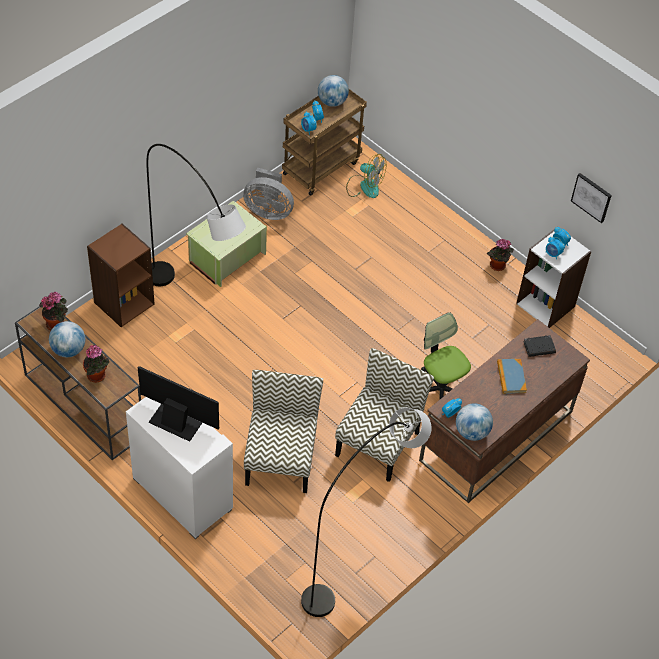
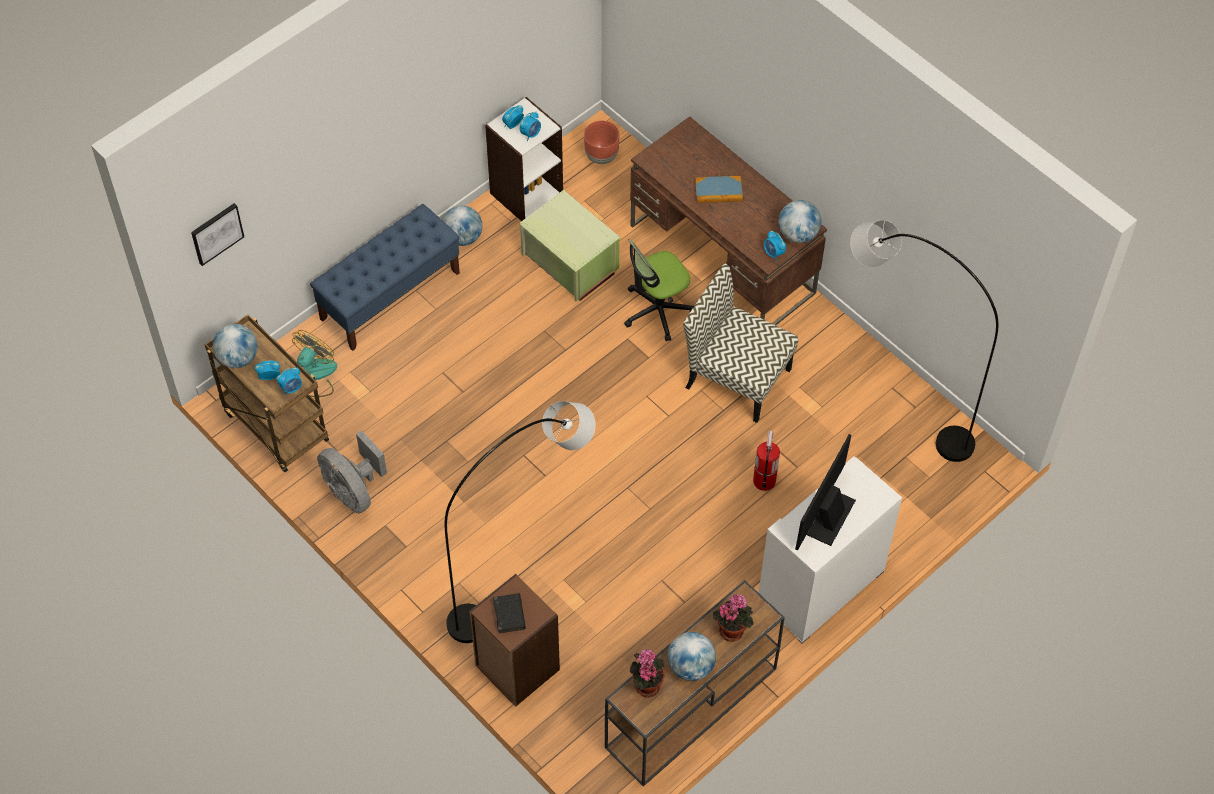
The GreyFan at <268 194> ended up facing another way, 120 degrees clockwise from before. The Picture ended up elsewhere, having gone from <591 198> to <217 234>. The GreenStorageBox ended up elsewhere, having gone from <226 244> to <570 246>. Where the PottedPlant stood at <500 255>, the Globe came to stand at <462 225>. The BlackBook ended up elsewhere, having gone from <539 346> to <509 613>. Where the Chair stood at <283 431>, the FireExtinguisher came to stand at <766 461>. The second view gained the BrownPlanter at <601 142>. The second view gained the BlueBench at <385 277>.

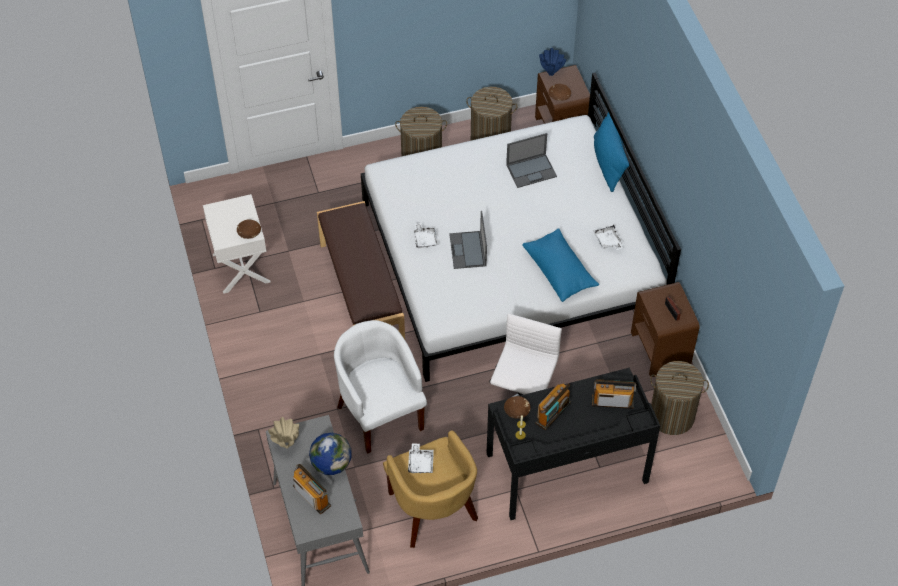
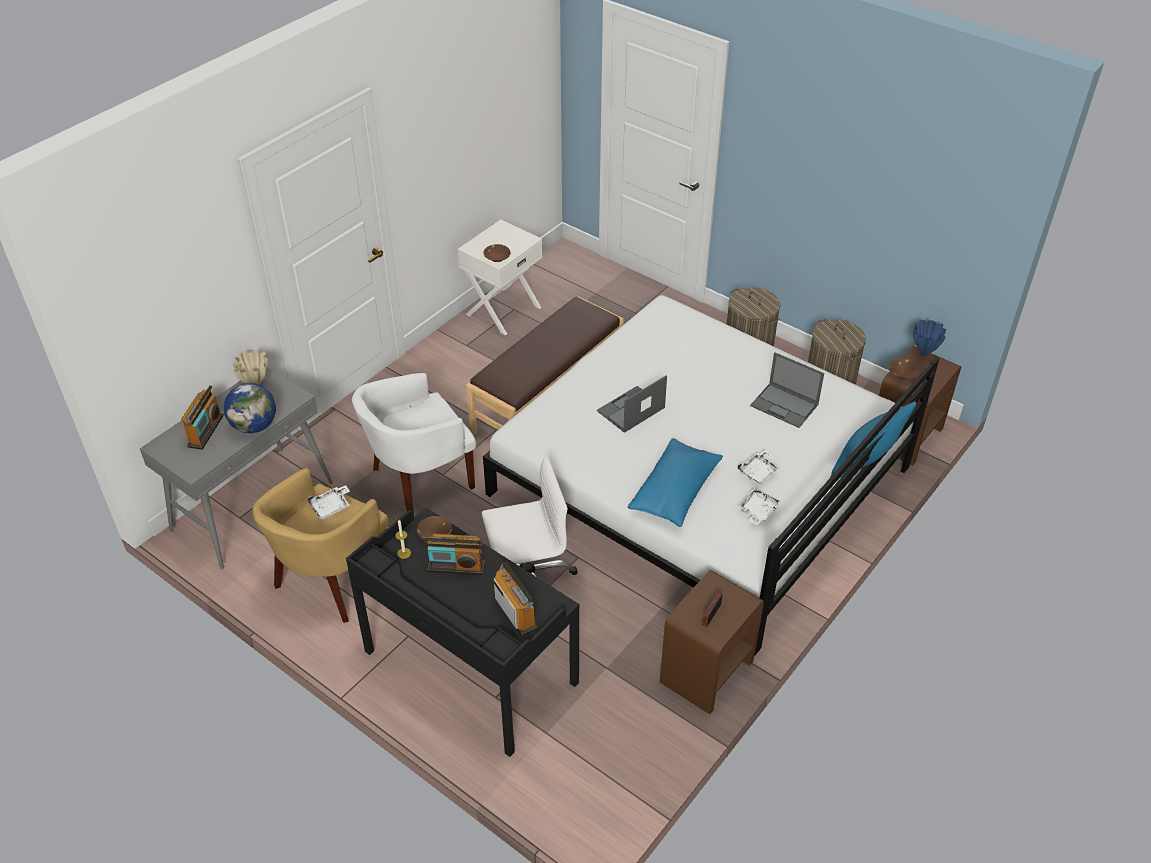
The WhiteTray ended up elsewhere, having gone from <425 235> to <759 467>. The WhiteArmchair at <380 386> ended up facing another way, 150 degrees counterclockwise from before. The second view lost the LaundryBasket at <679 398>.

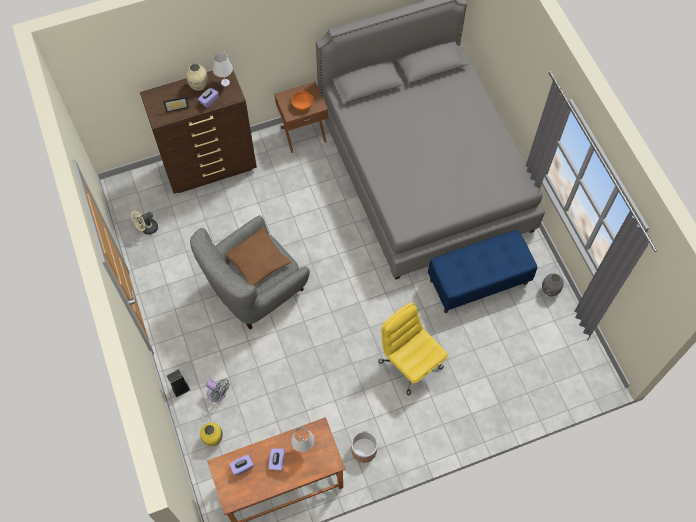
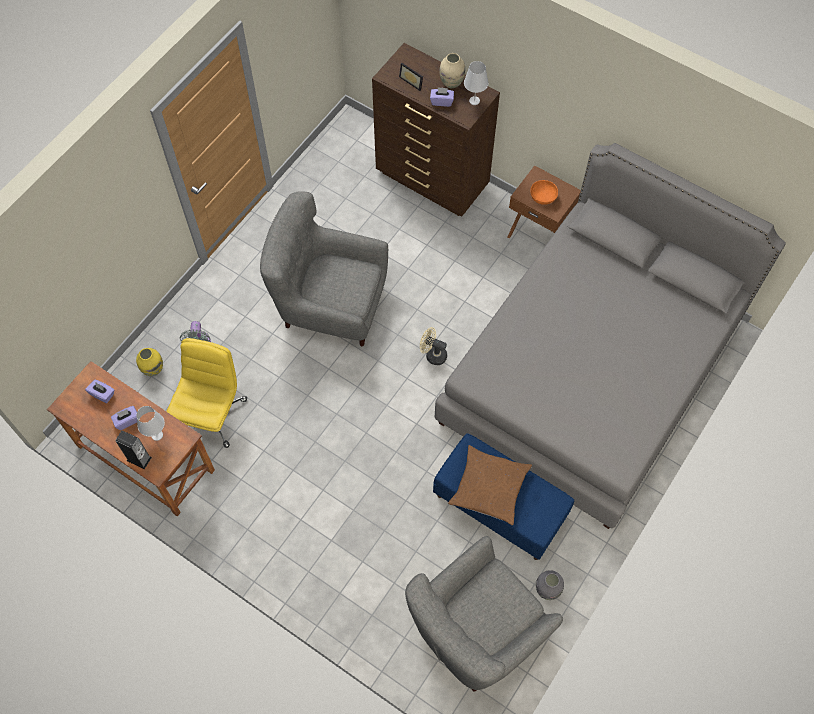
The BeigeFan ended up elsewhere, having gone from <144 223> to <433 346>. The BrownPillow ended up elsewhere, having gone from <259 255> to <490 485>. The YellowOfficeChair ended up elsewhere, having gone from <413 348> to <206 393>. The Speaker ended up elsewhere, having gone from <178 383> to <134 449>. The second view lost the Planter at <364 447>. The second view gained the GreyArmchair at <484 613>.

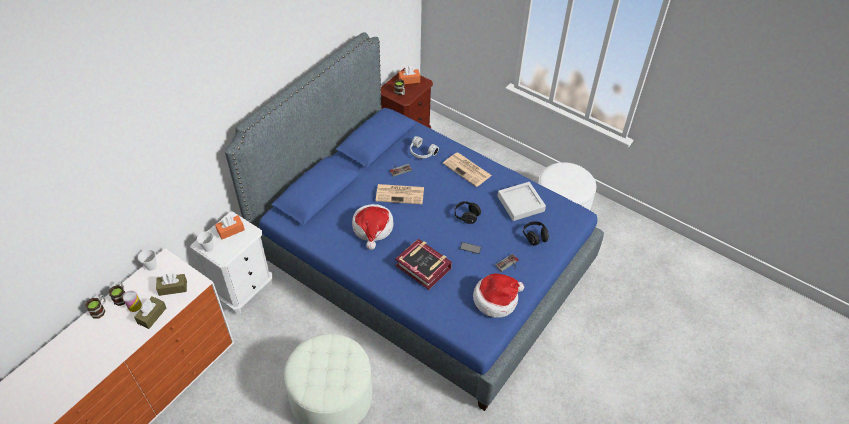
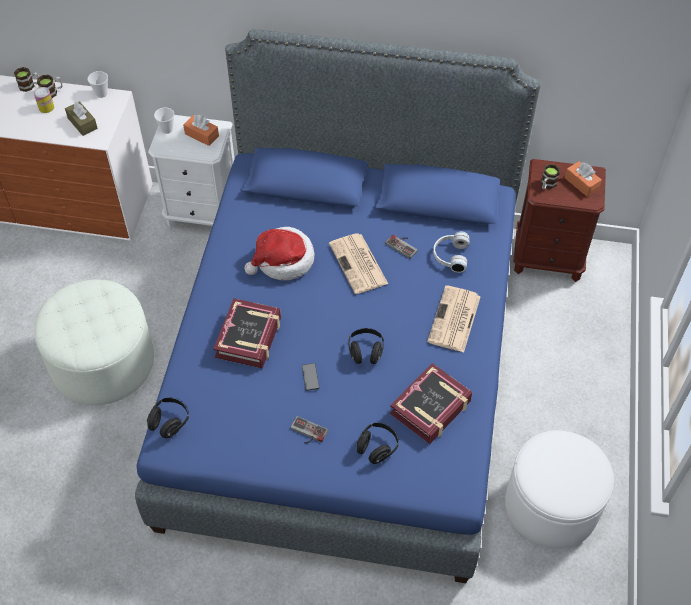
Where the GreyTray stood at <522 201>, the Book came to stand at <431 403>. The second view lost the Hat at <498 296>. The second view lost the BrownTissueBox at <150 312>. The second view gained the BlackHeadphones at <168 418>.

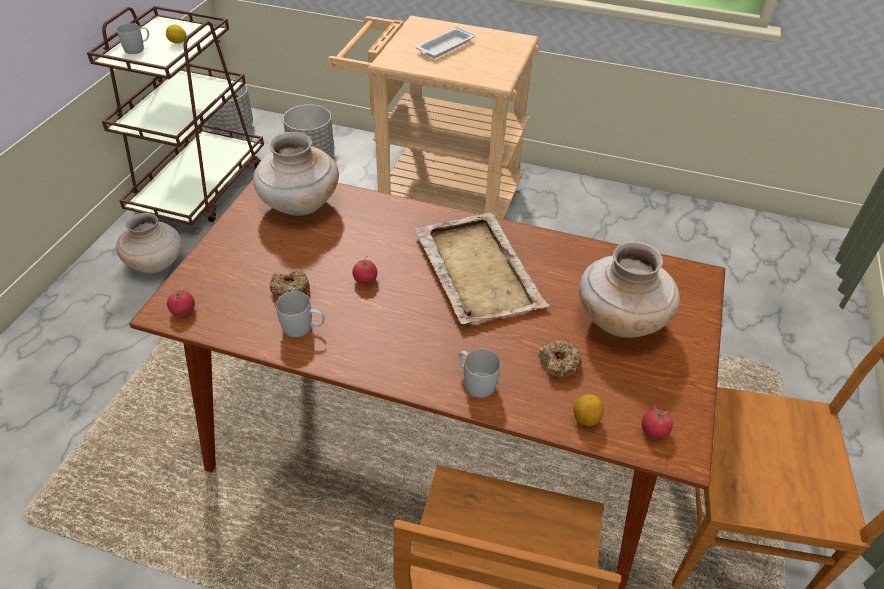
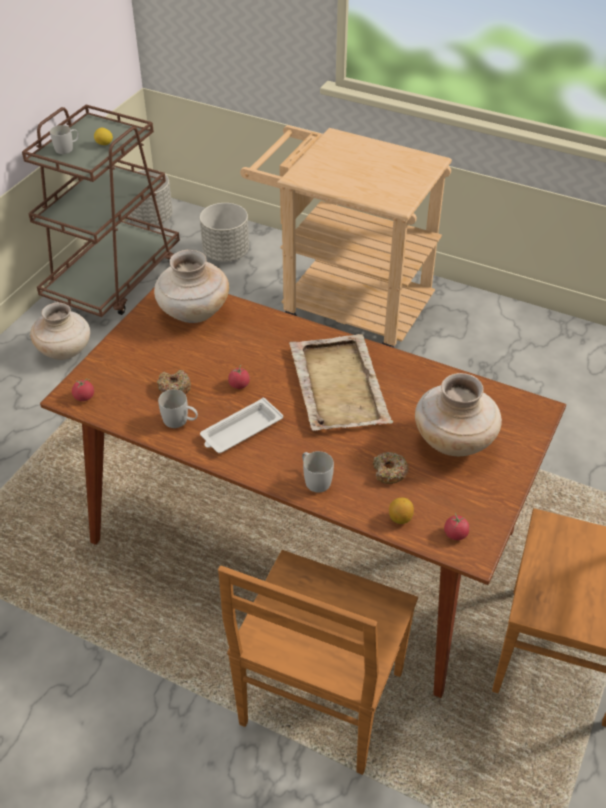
The WhiteTray ended up elsewhere, having gone from <445 42> to <241 425>.

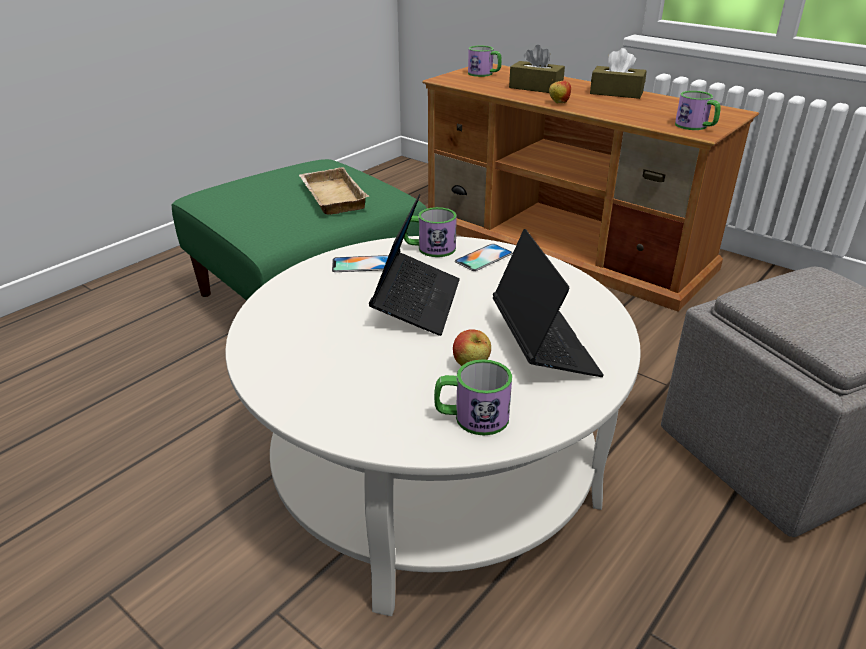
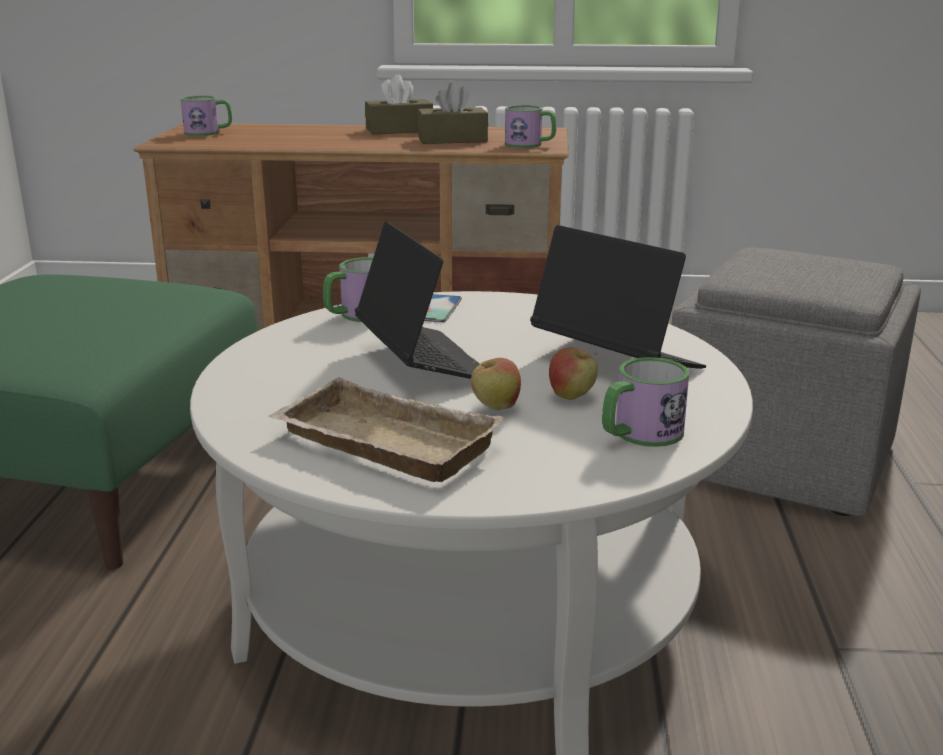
The BrownTissueBox ended up elsewhere, having gone from <537 69> to <453 113>. The Apple ended up elsewhere, having gone from <560 91> to <496 384>. The BeigeTray ended up elsewhere, having gone from <334 191> to <387 429>. The second view lost the Phone at <360 263>.

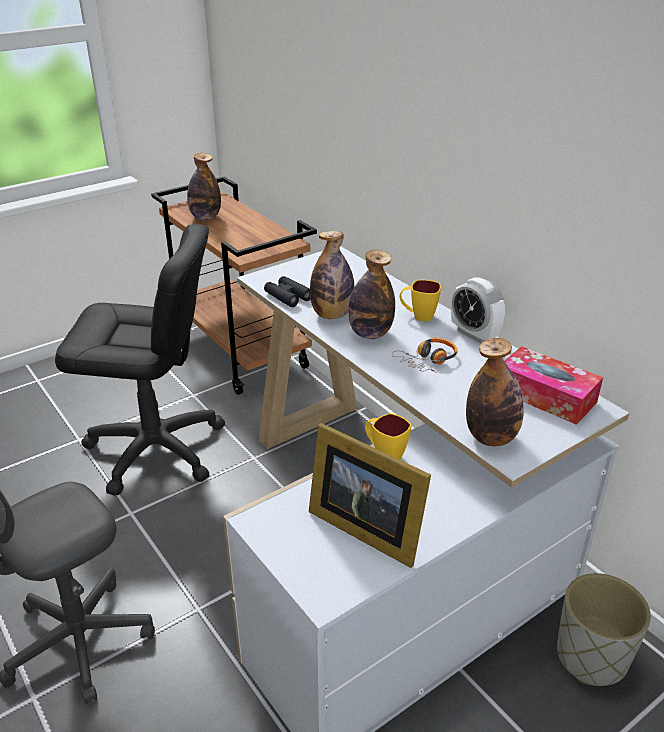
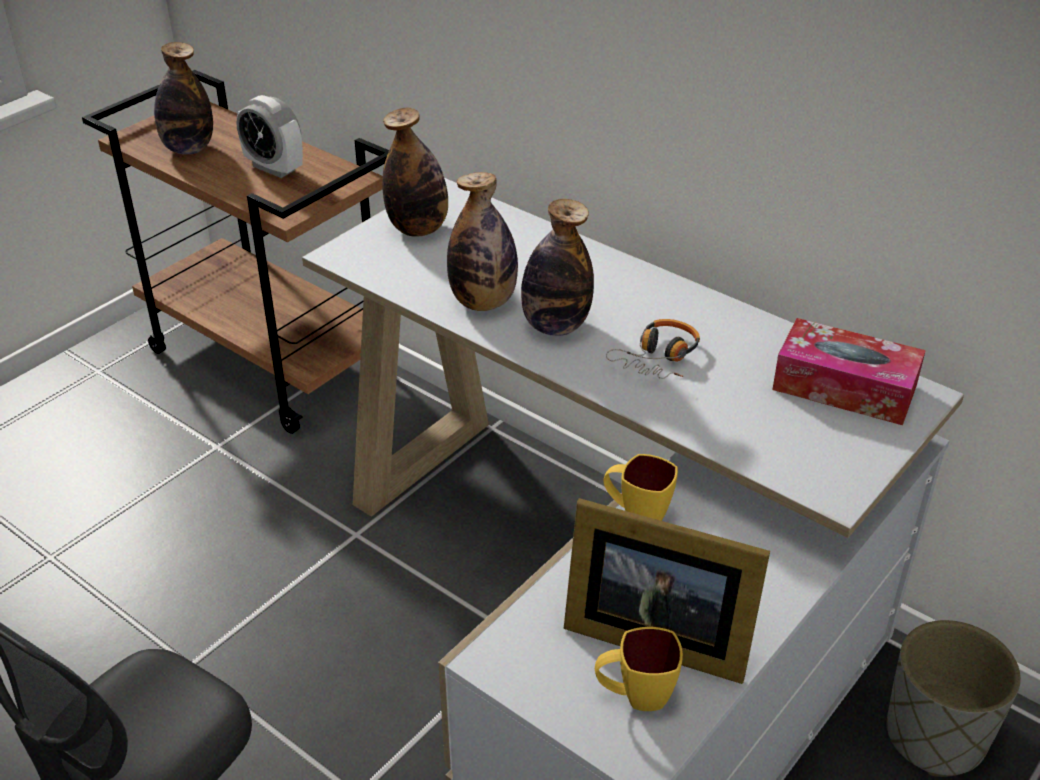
The second view lost the BlackOfficeChair at <140 360>. The second view lost the BlackBinoculars at <287 291>. The AlarmClock ended up elsewhere, having gone from <478 310> to <269 136>. The YellowMug ended up elsewhere, having gone from <420 300> to <639 669>. The Bottle ended up elsewhere, having gone from <495 392> to <415 172>.

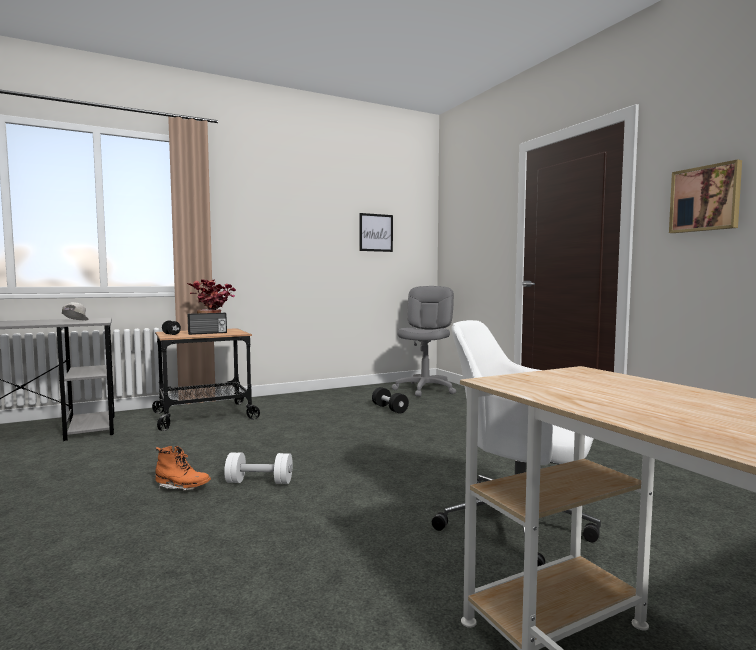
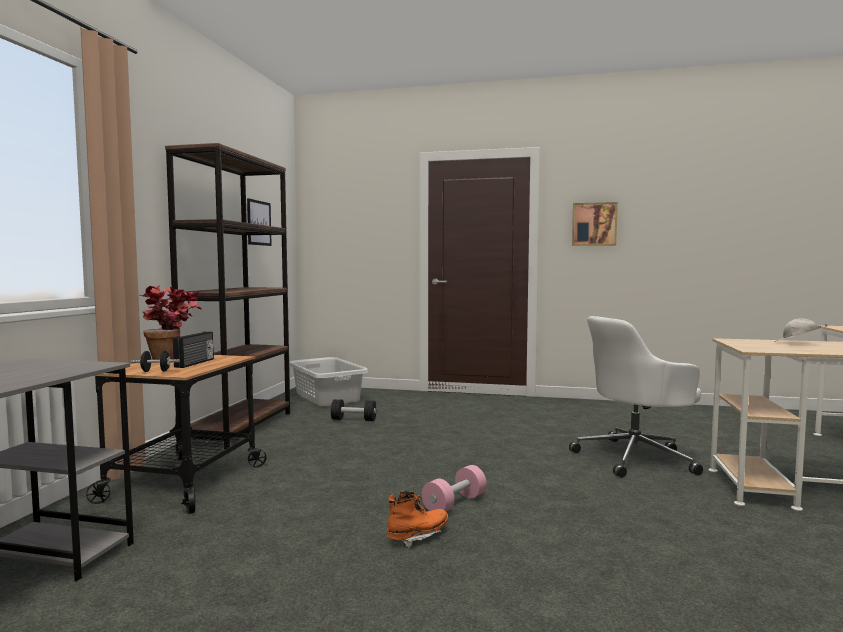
Where the GreyOfficeChair stood at <424 341>, the GreyLaundryBasket came to stand at <328 381>. The WhiteCap ended up elsewhere, having gone from <75 311> to <800 330>. What was the WhiteDumbbell at <258 468> turned into the PinkDumbbell at <454 488>. The second view gained the BrownBookcase at <227 296>.

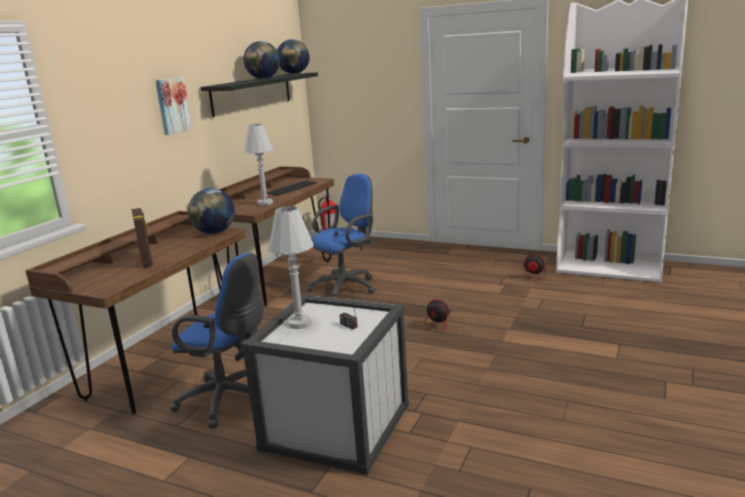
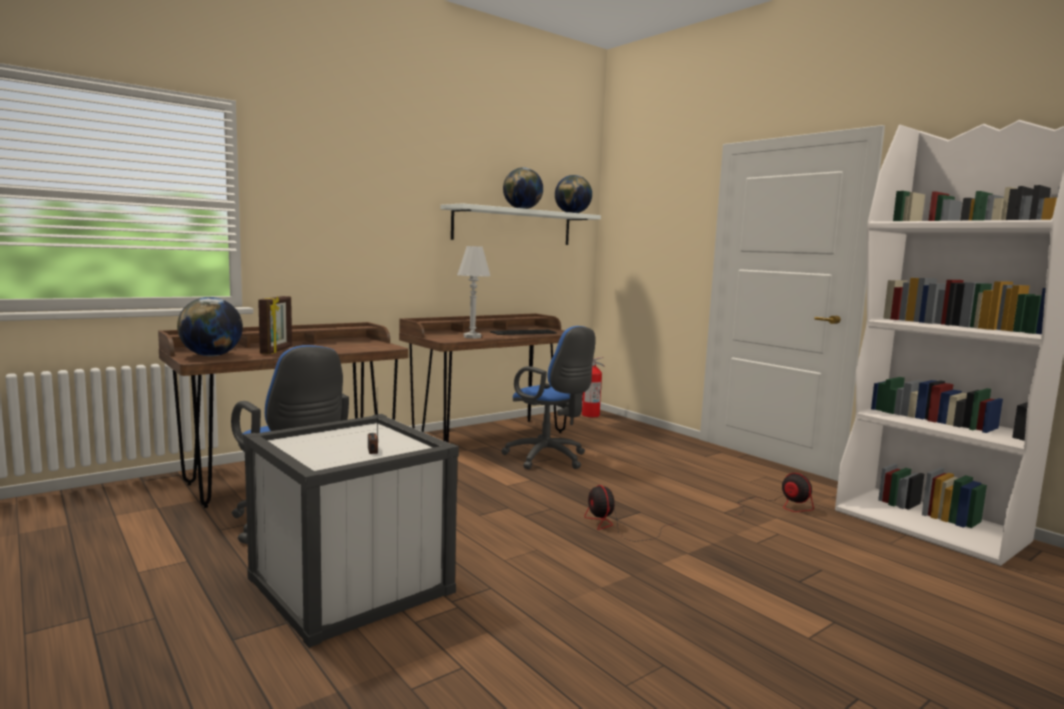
What was the BlackShelf at <259 94> turned into the WhiteShelf at <520 224>. The second view lost the Picture at <173 106>. The BlueOfficeChair at <341 236> ended up facing another way, 60 degrees clockwise from before. The Globe ended up elsewhere, having gone from <211 211> to <210 326>. The second view lost the WhiteTableLamp at <291 267>.

